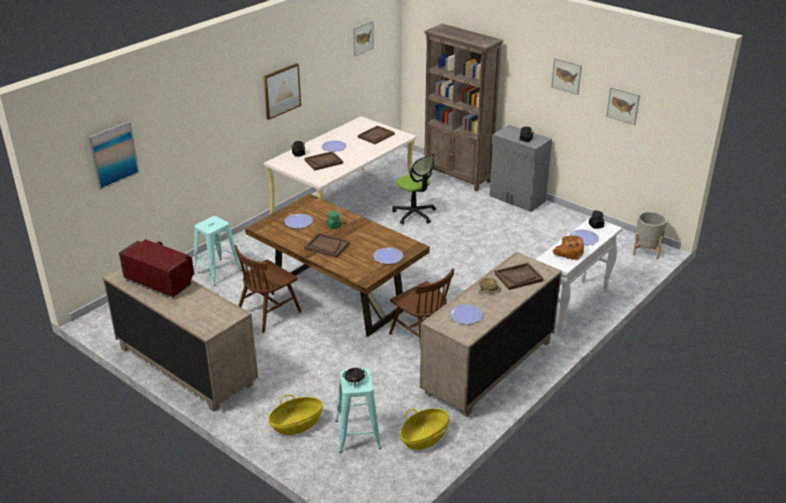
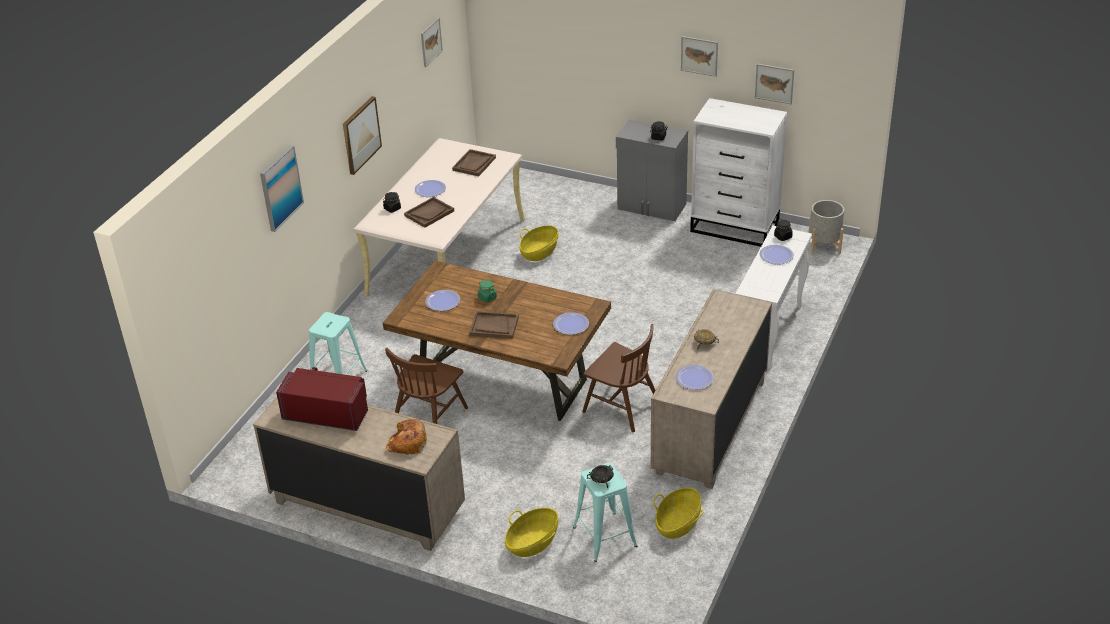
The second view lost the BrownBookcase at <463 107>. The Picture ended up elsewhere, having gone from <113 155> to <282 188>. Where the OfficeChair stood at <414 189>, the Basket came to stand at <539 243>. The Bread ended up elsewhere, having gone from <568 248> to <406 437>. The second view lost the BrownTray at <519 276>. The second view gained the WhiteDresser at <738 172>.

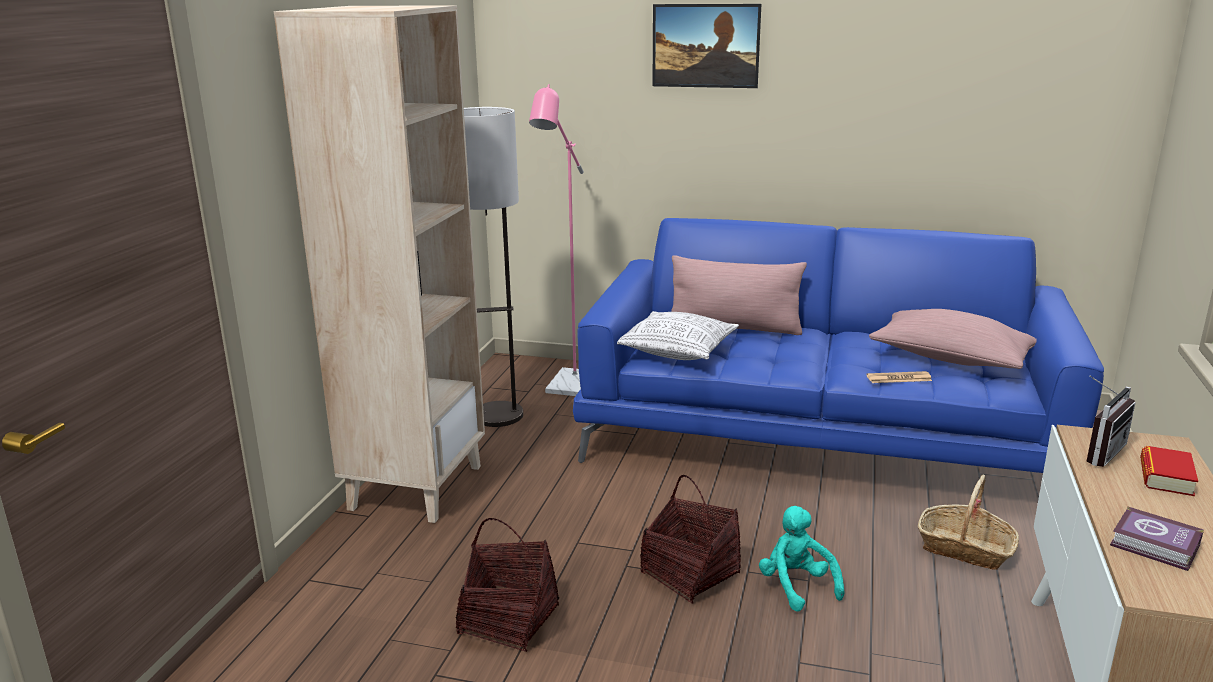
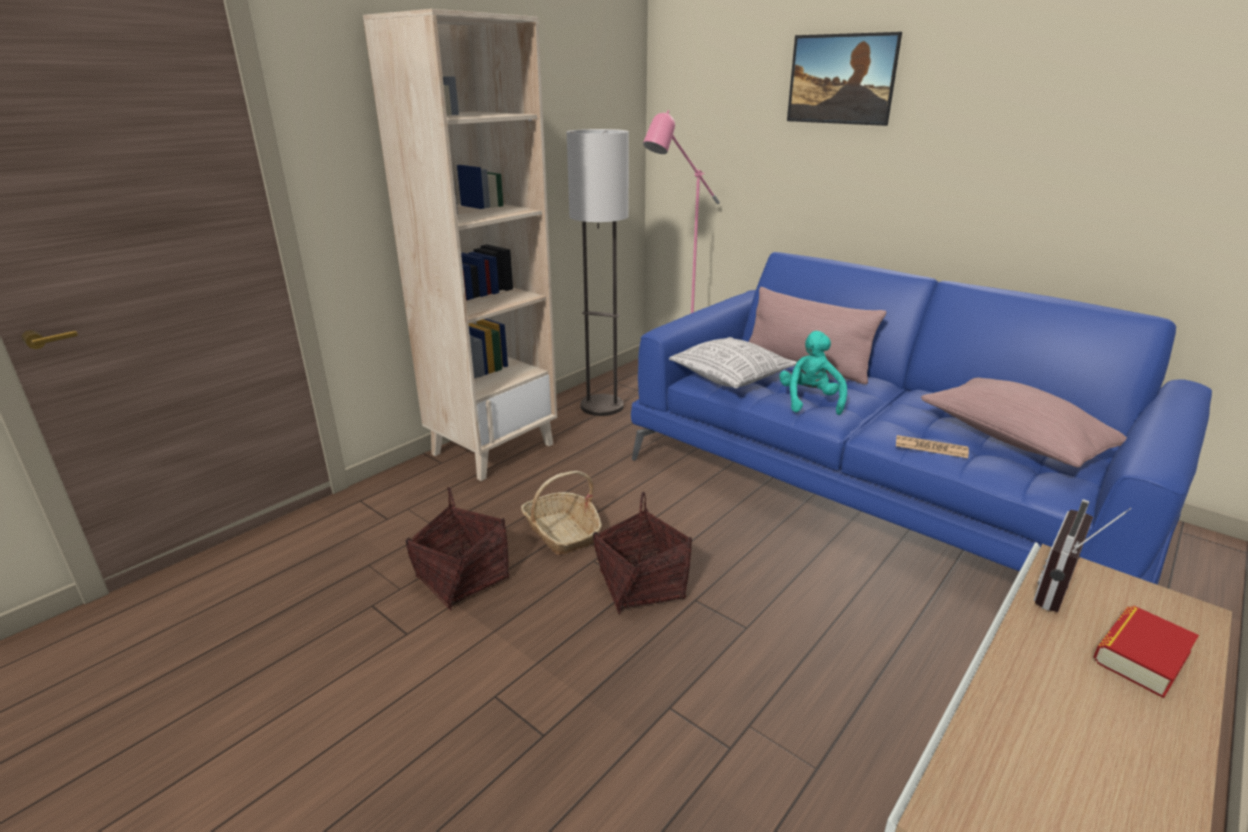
The Radio at <1111 421> ended up facing another way, 150 degrees clockwise from before. The Basket ended up elsewhere, having gone from <968 522> to <561 513>. The TurquoisePlushToy ended up elsewhere, having gone from <801 559> to <813 373>. The second view lost the Book at <1157 539>.

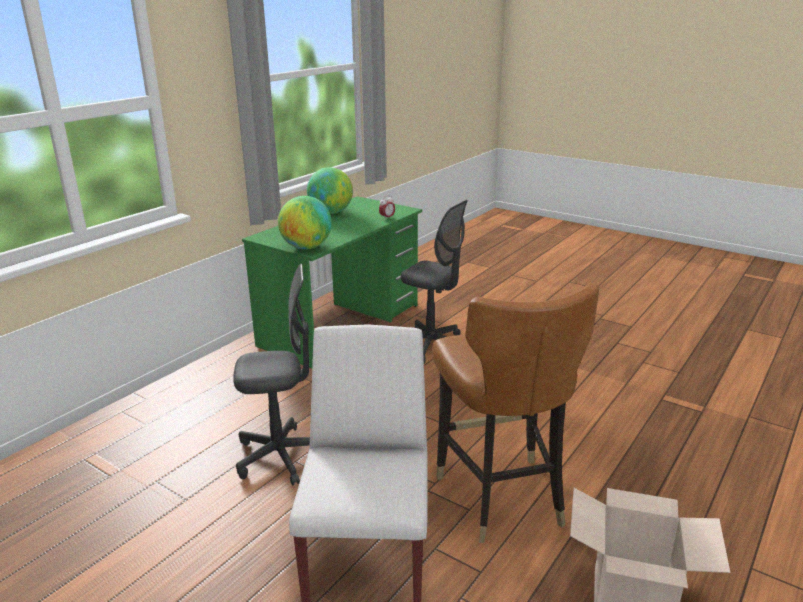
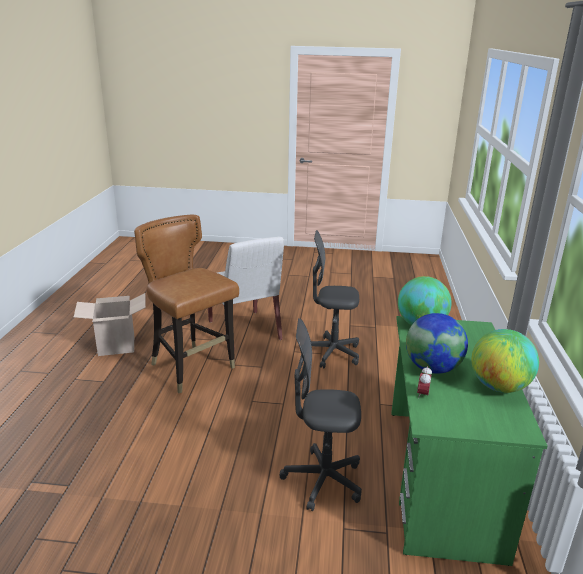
The GreyOfficeChair at <271 375> ended up facing another way, 45 degrees clockwise from before. The second view gained the Globe at <437 343>.

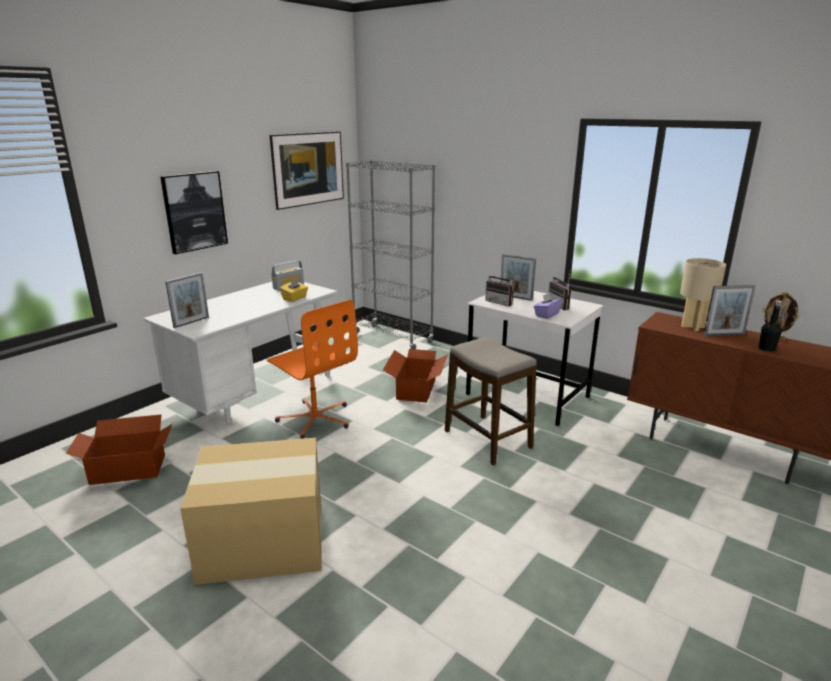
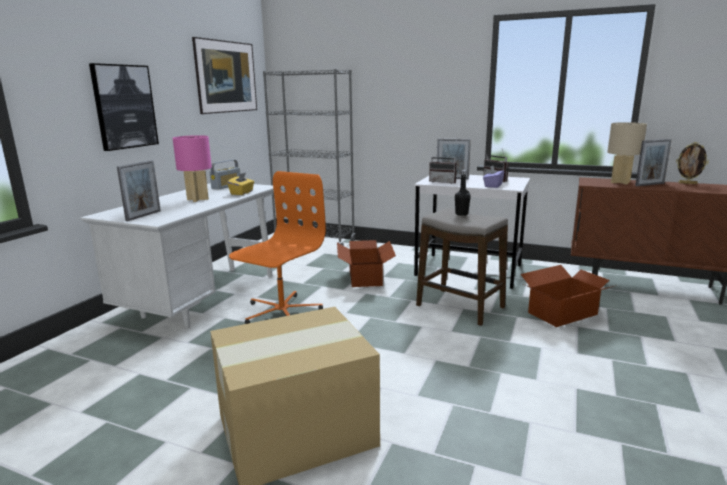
The OrangeOfficeChair at <312 369> ended up facing another way, 90 degrees counterclockwise from before. The BlackBottle ended up elsewhere, having gone from <770 326> to <463 193>. The CardboardBox ended up elsewhere, having gone from <119 449> to <567 296>. The second view gained the PinkTableLamp at <192 168>.

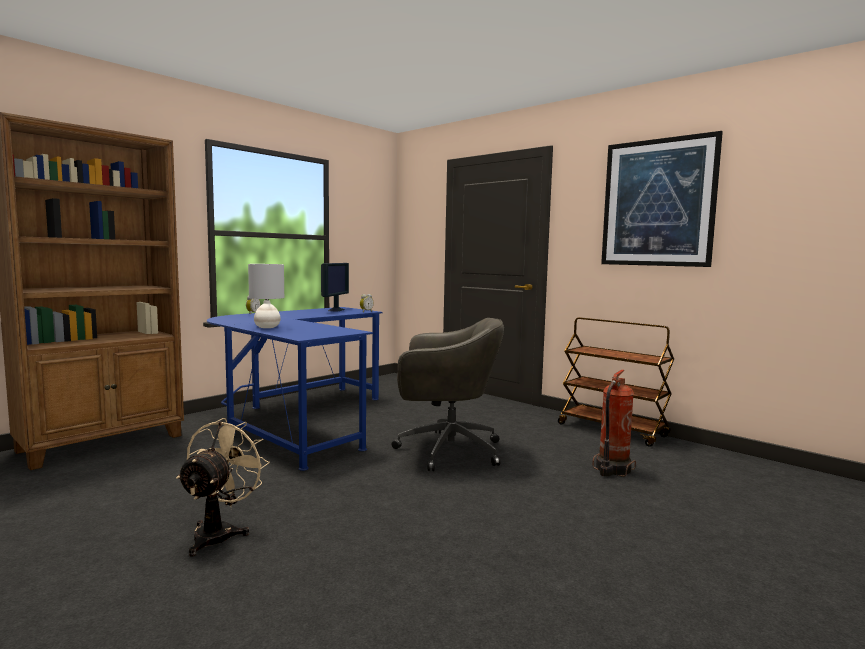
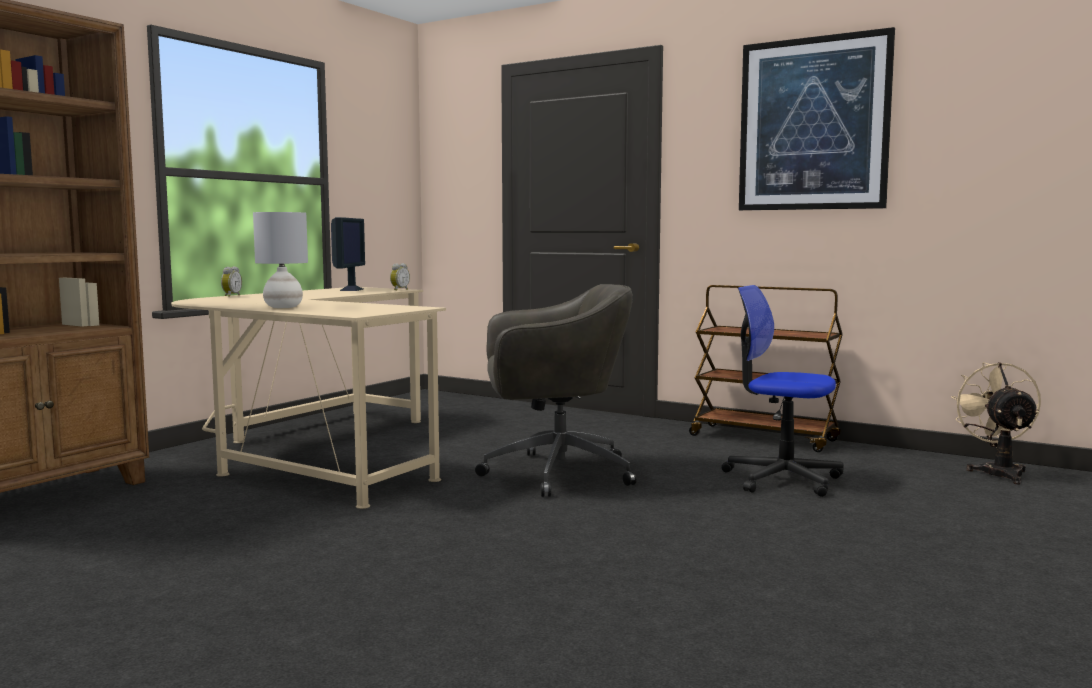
What was the BlueDesk at <295 389> turned into the BeigeDesk at <308 398>. Where the FireExtinguisher stood at <614 423>, the OfficeChair came to stand at <783 391>. The BeigeFan ended up elsewhere, having gone from <223 487> to <996 423>.

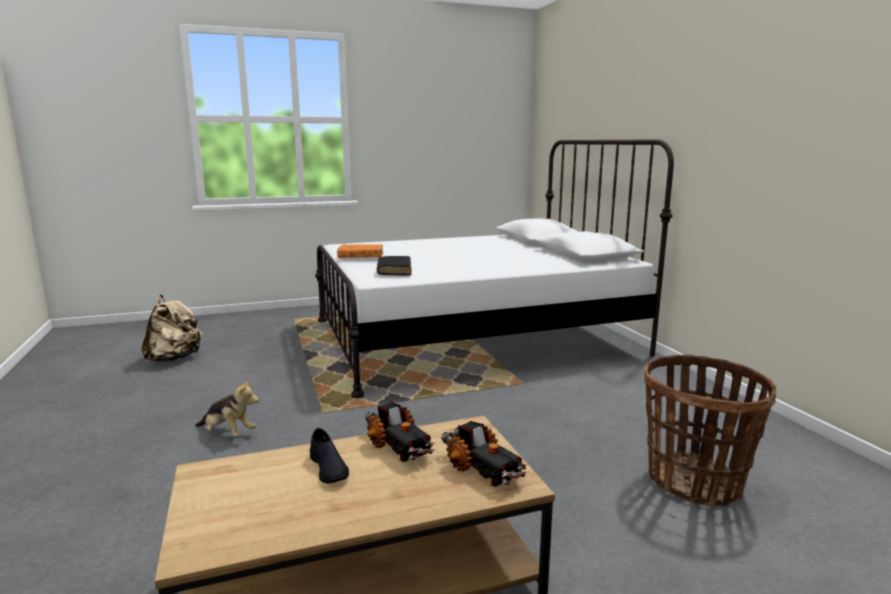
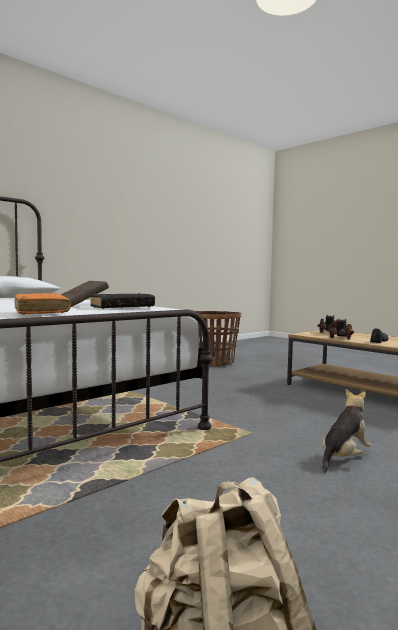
The PlushToy at <227 408> ended up facing another way, 45 degrees clockwise from before. The second view gained the BrownBook at <84 294>.

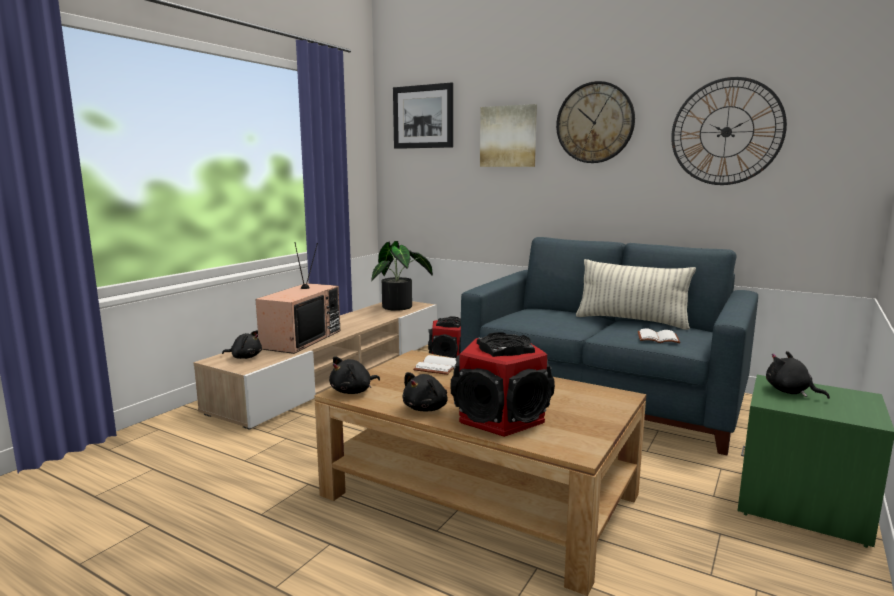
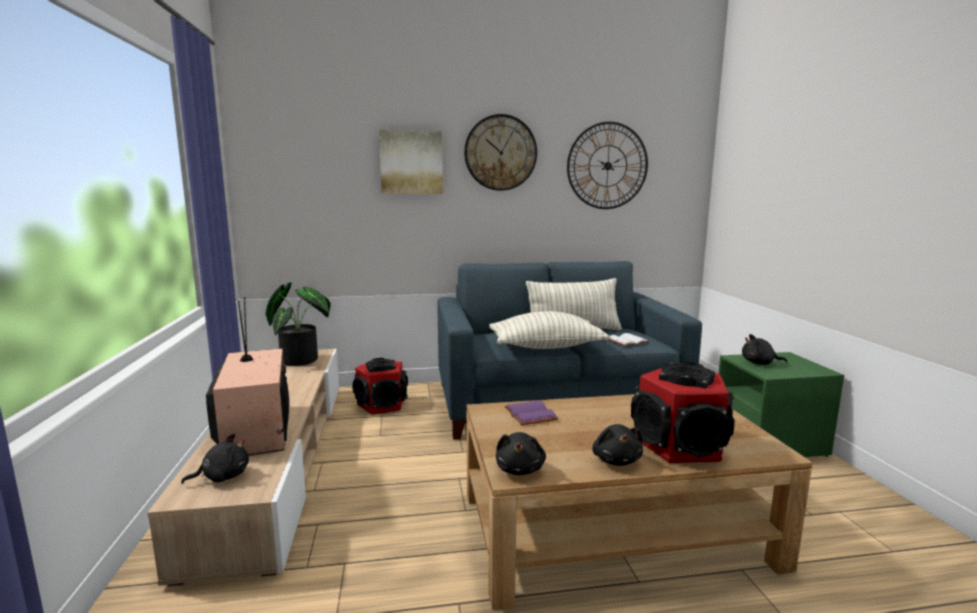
The second view lost the Picture at <423 115>. What was the WhiteBook at <434 365> turned into the PurpleBook at <531 412>. The second view gained the Pillow at <549 330>.

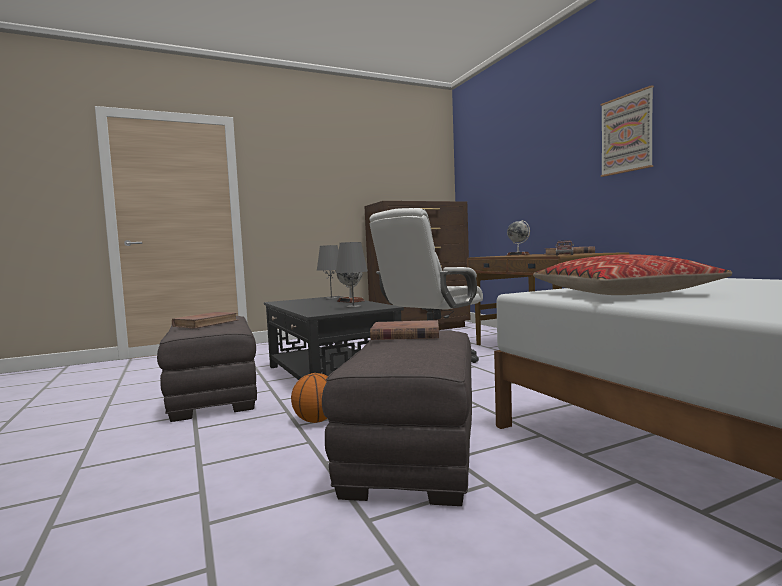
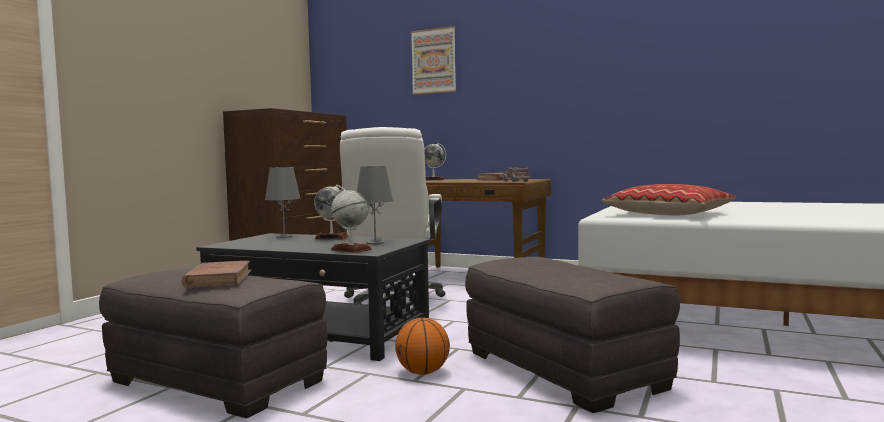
The Picture ended up elsewhere, having gone from <627 131> to <433 60>. The second view lost the BrownBook at <404 330>. The second view gained the Globe at <351 220>.

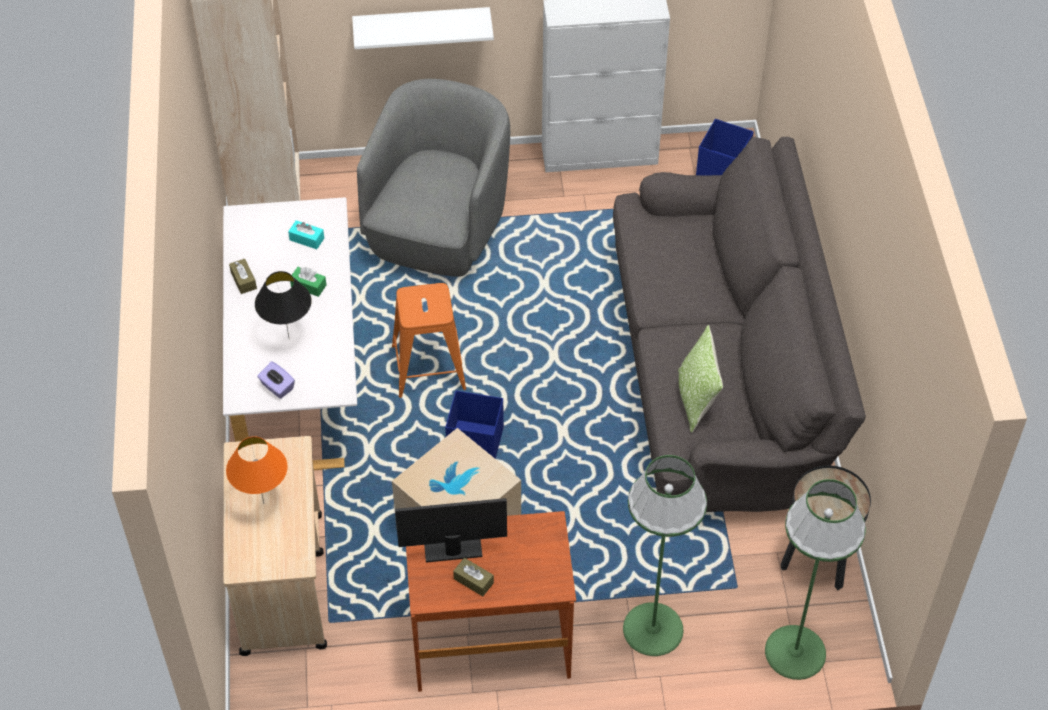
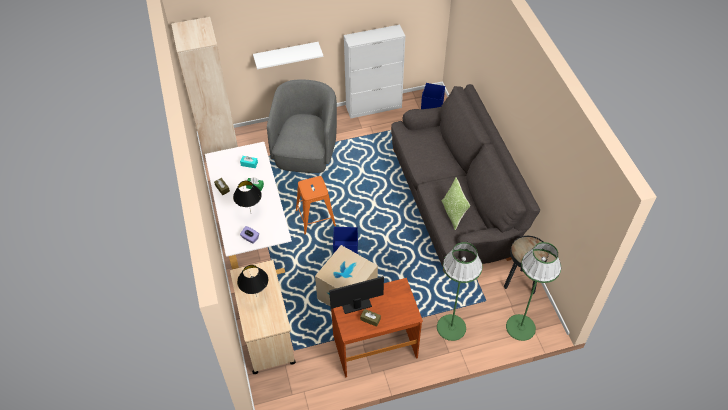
What was the OrangeTableLamp at <257 470> turned into the BlackTableLamp at <252 281>.

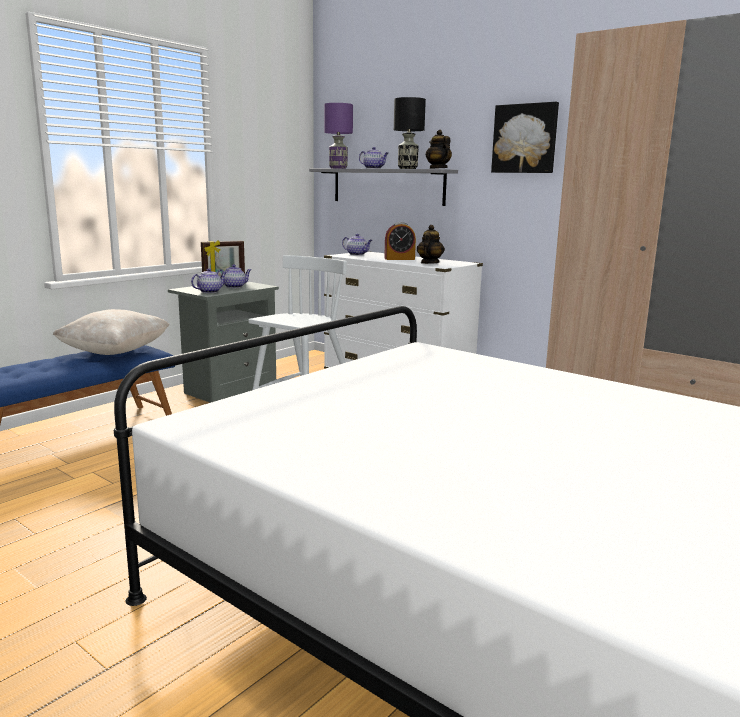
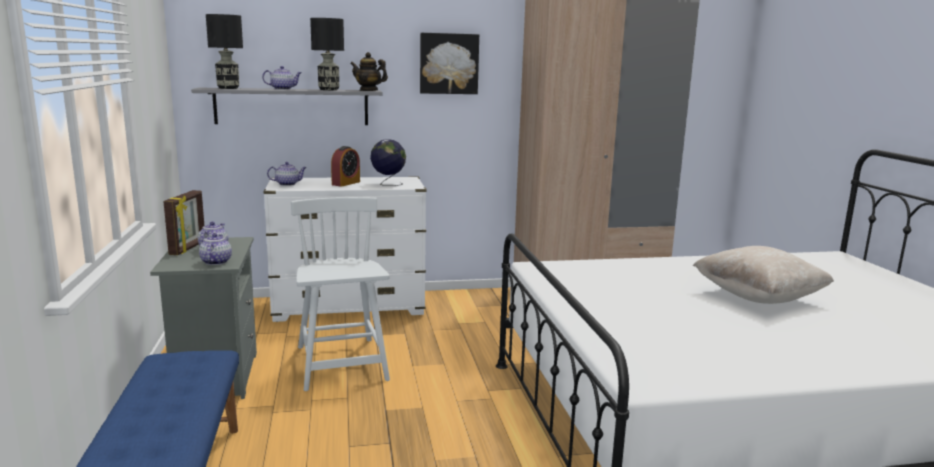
What was the PurpleTableLamp at <338 136> turned into the BlackTableLamp at <224 51>. Where the Teapot stood at <431 244>, the Globe came to stand at <388 162>. The BeigePillow ended up elsewhere, having gone from <111 332> to <763 275>.

